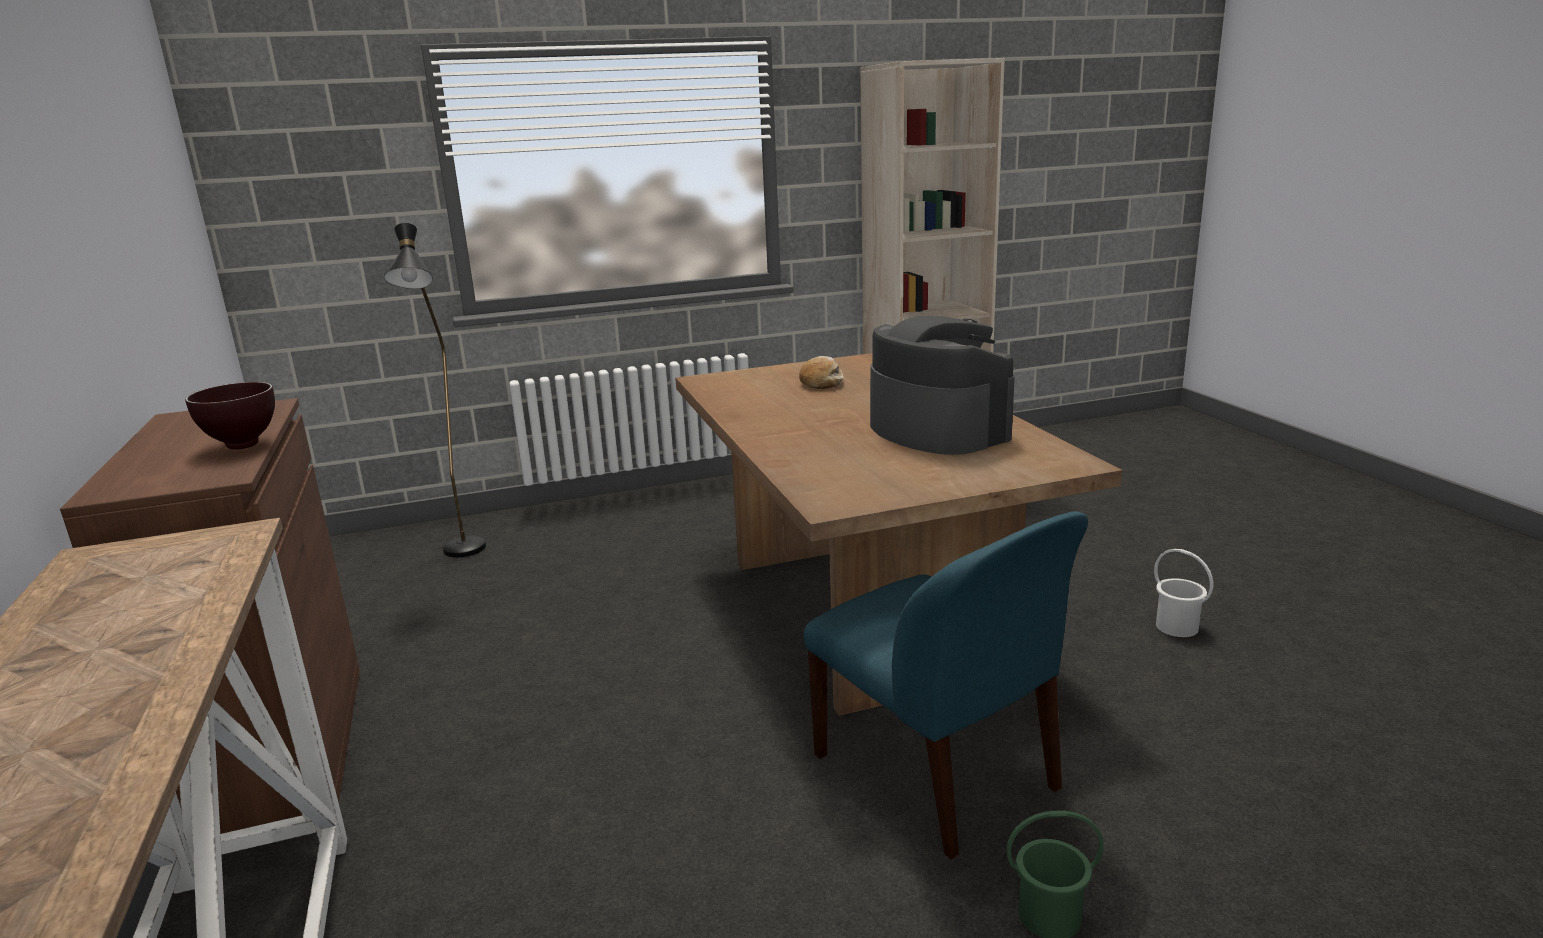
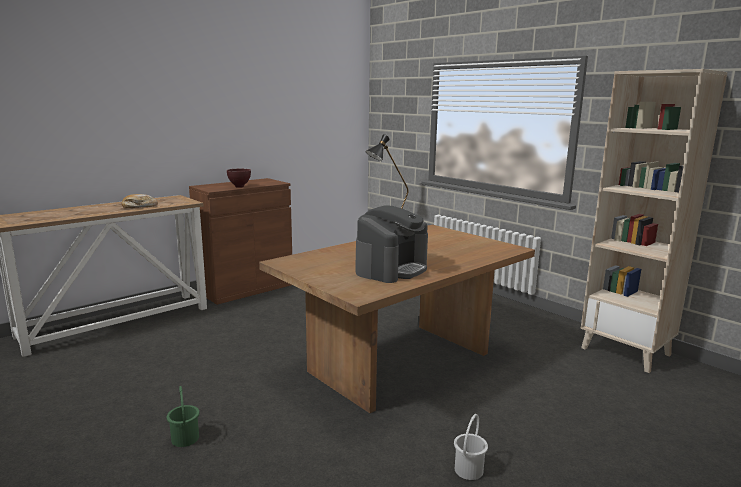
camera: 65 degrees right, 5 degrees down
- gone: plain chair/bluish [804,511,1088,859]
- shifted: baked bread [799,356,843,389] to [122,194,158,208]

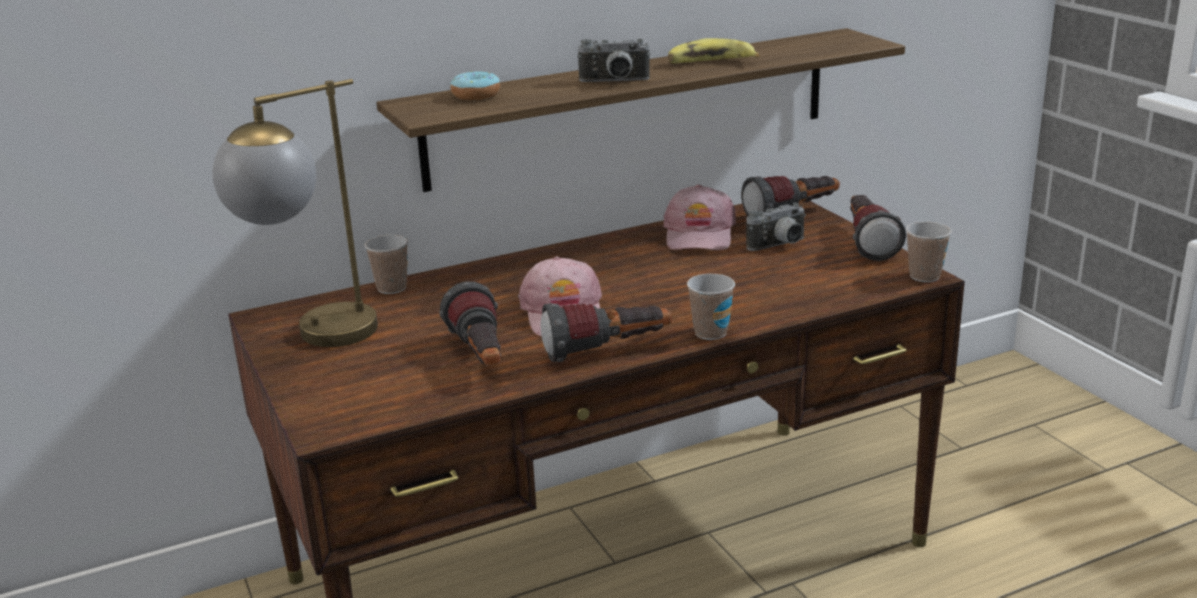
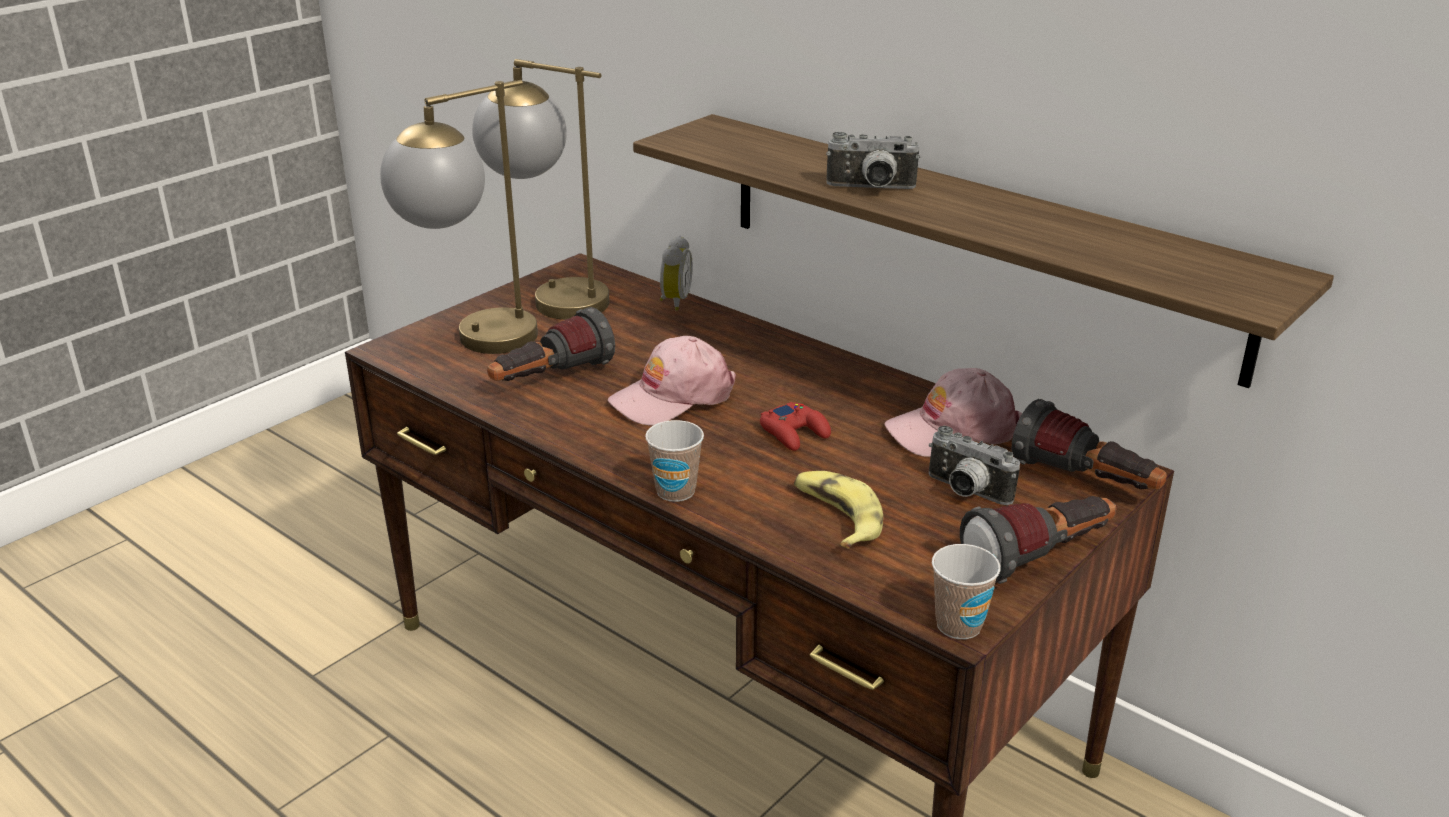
camera: 65 degrees right, 5 degrees up
- gone: donut [450,71,500,100]
- gone: flashlight [541,303,672,362]
- new: lamp for a table [380,80,538,354]
- new: joypad/red-coloured [760,402,831,451]
- shifted: whole banana [668,38,760,63] to [794,471,883,549]
- swapped: drinking cup [365,235,408,294] to table clock [660,236,693,311]
- rotated: still camera [577,39,651,82] = [826,132,920,189] 60 degrees counterclockwise

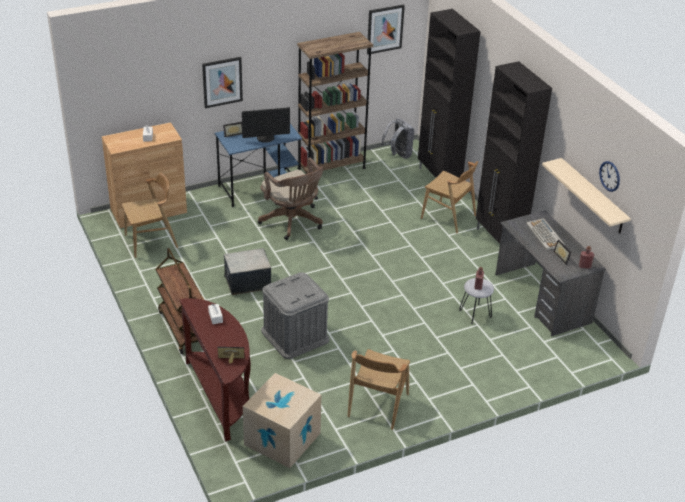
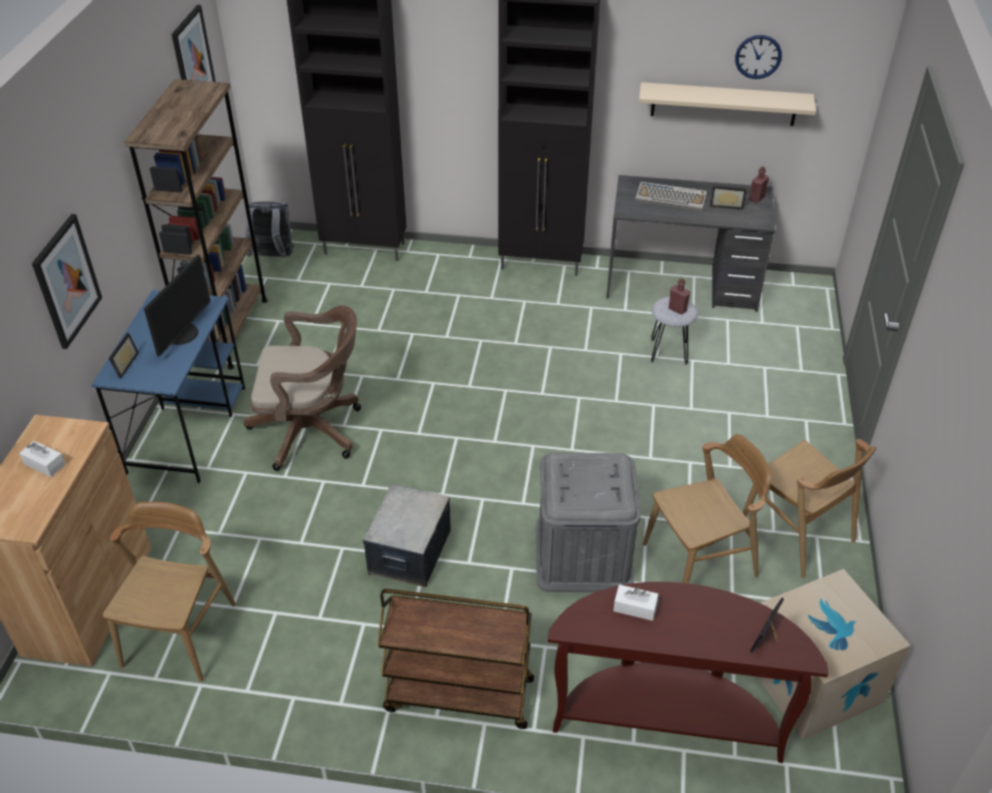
camera: 55 degrees left, 5 degrees up
- shifted: plain chair/brown-coloured [421,161,478,234] to [643,434,772,583]

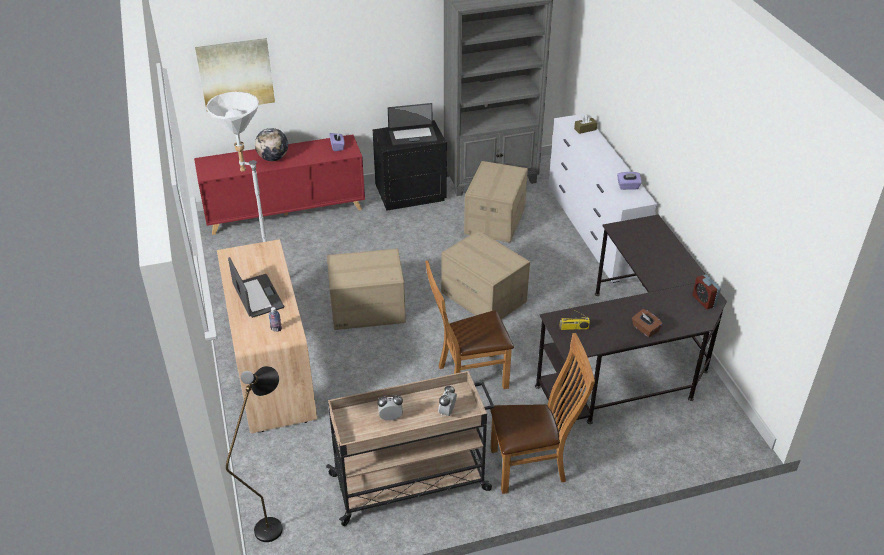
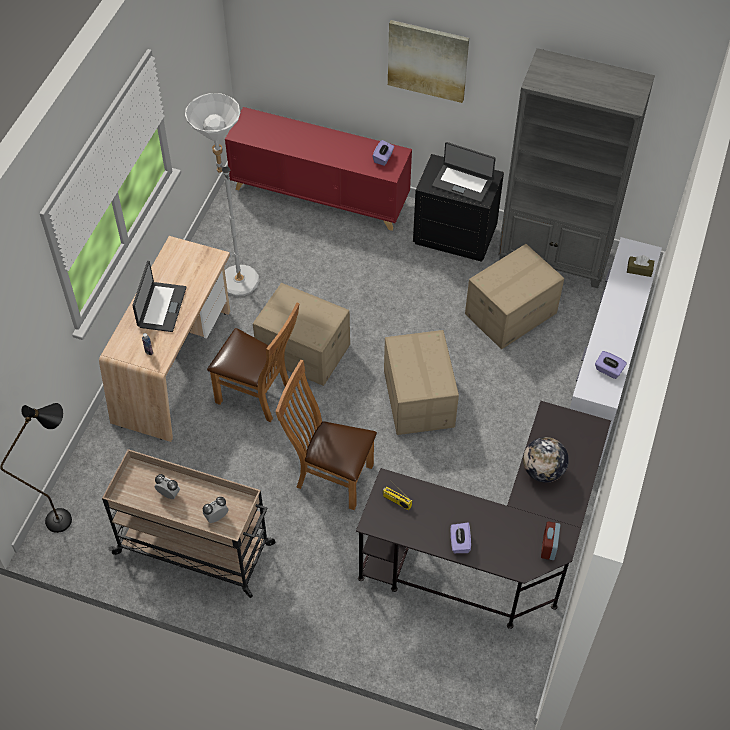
camera: 35 degrees right, 15 degrees up
- shifted: wall art [195,38,275,112] to [388,20,469,103]
- shifted: world globe [255,128,288,161] to [523,437,569,483]
- shifted: plain chair/brown-coloured [490,333,595,494] to [207,303,299,422]
- repainted: box of tissues/brown-coloured [632,309,662,337] to box of tissues/purple [451,523,471,553]

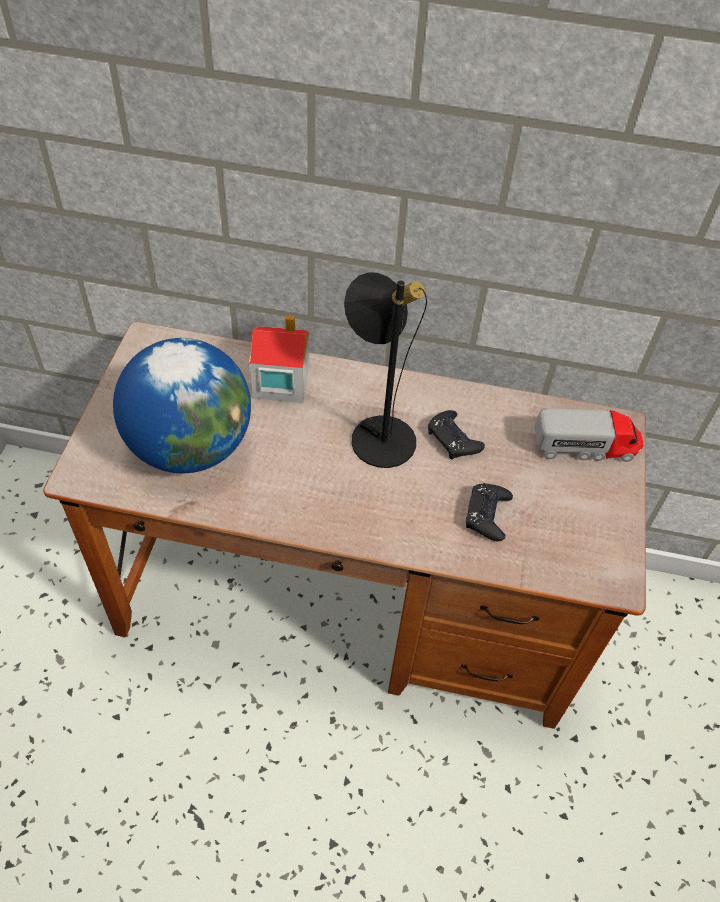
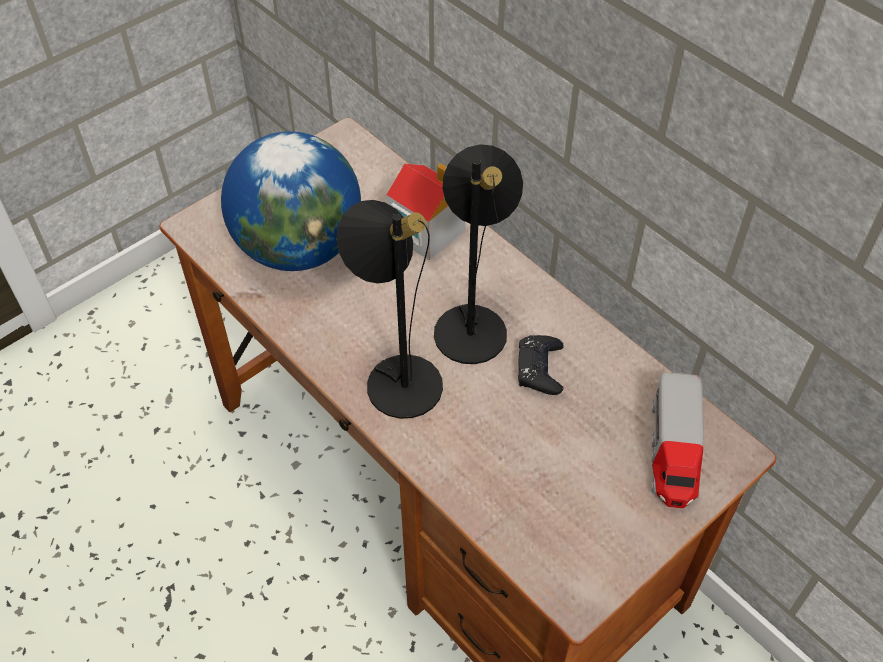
camera: 40 degrees right, 0 degrees up
- gone: joypad/black [466,483,513,541]
- new: lamp for a table/black [336,200,443,419]
- rotated: model truck [535,408,644,462] = [652,372,704,508] 60 degrees clockwise

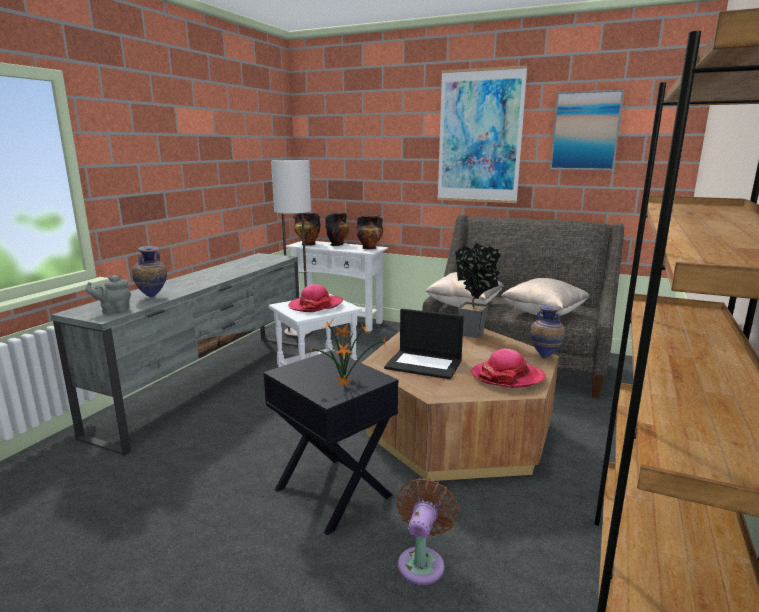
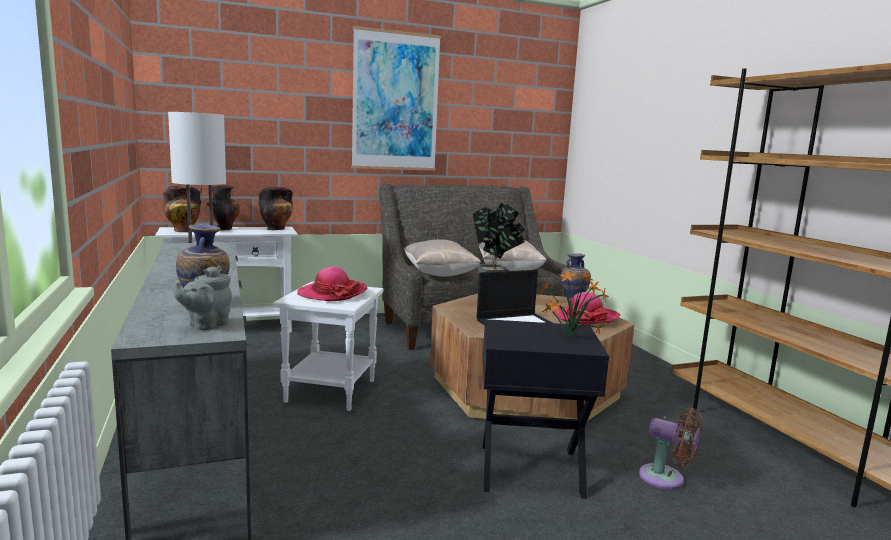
camera: 45 degrees left, 5 degrees down
- gone: wall art [550,90,624,170]
- rotated: electric fan/brown-coloured [397,478,459,585] = [639,408,702,490] 150 degrees clockwise

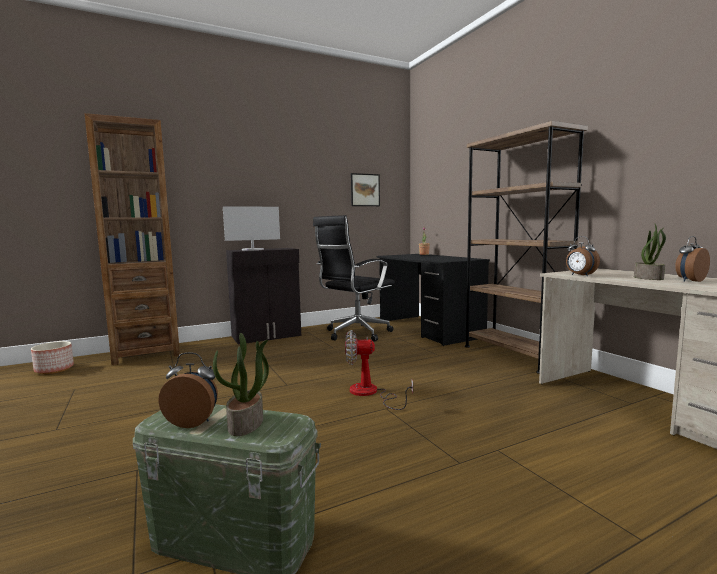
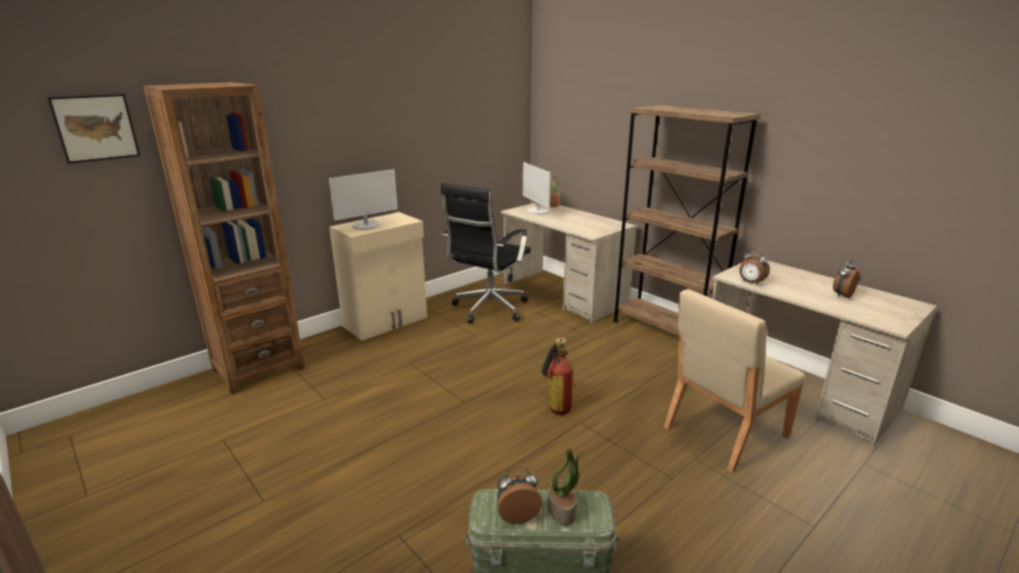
camera: 15 degrees left, 15 degrees up
- gone: flower pot [31,341,74,374]
- gone: houseplant [634,224,666,280]
- new: computer screen [523,162,551,214]
- new: plain chair/sand-coloured [664,289,805,473]
- shifted: wall art [351,173,380,206] to [47,94,140,164]
- swapped: electric fan [345,330,413,410] to fire extinguisher [541,338,573,415]
- repainted: storage cabinet/black [226,248,301,345] to storage cabinet/sand-coloured [329,212,427,341]
- repainted: desk table/black [377,254,490,346] to desk table/sand-coloured [501,203,638,323]

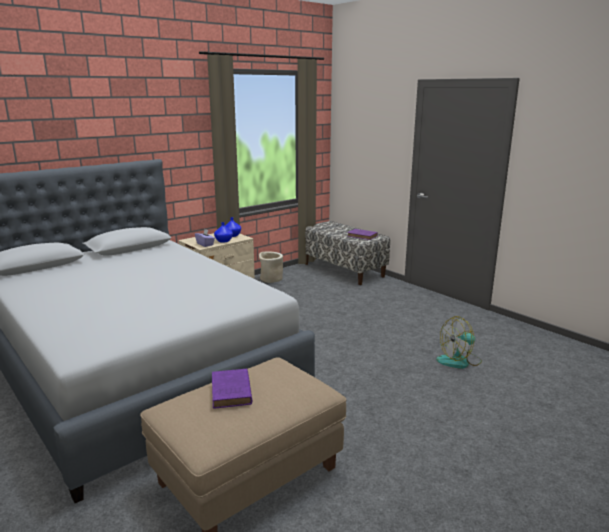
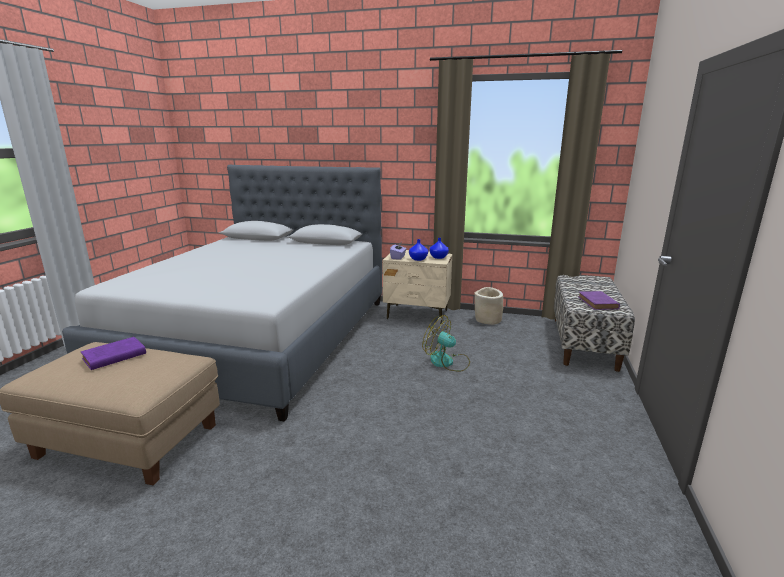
camera: 55 degrees right, 0 degrees up
- shifted: electric fan [436,316,482,369] to [422,315,470,372]

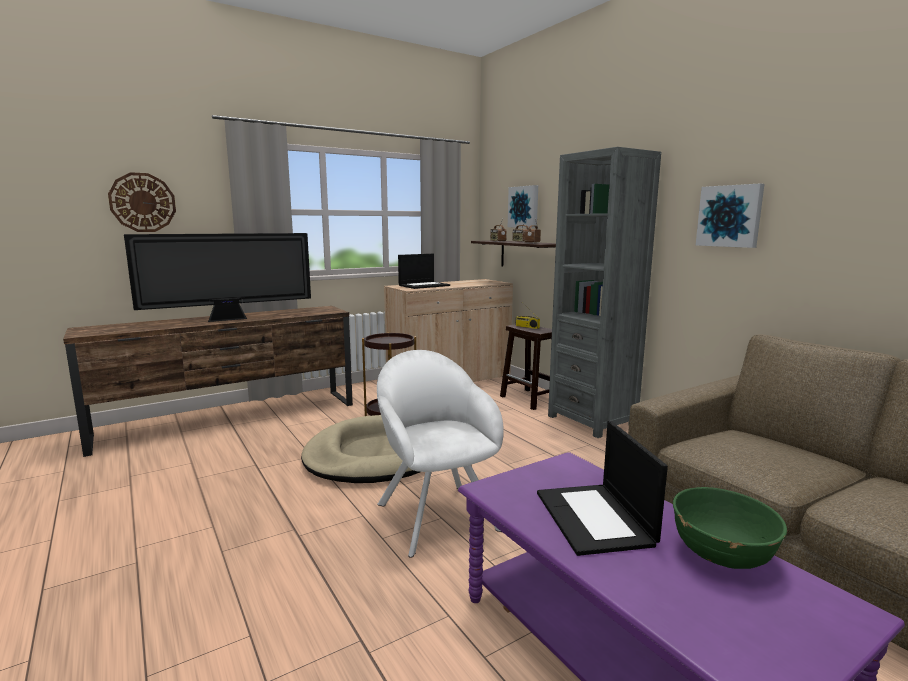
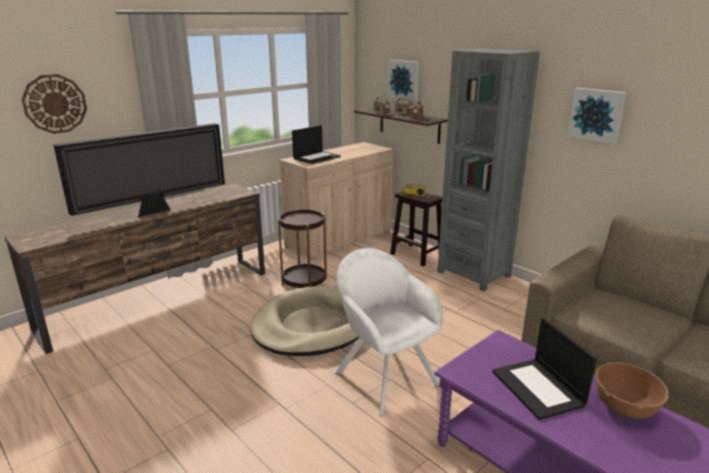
camera: 10 degrees left, 10 degrees up
- repainted: deep dish/green-coloured [673,487,787,569] to deep dish/brown-coloured [596,363,669,419]

